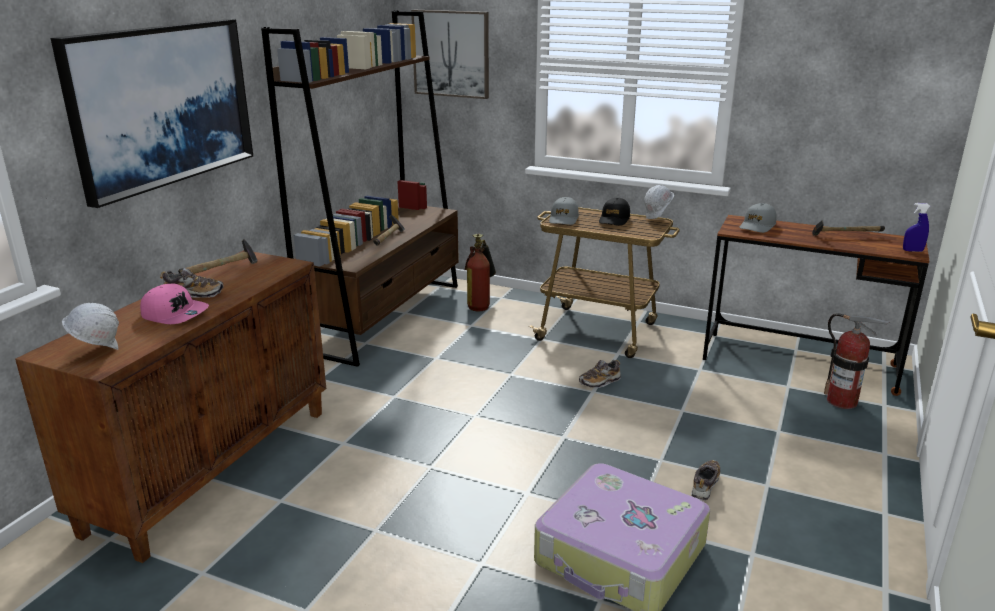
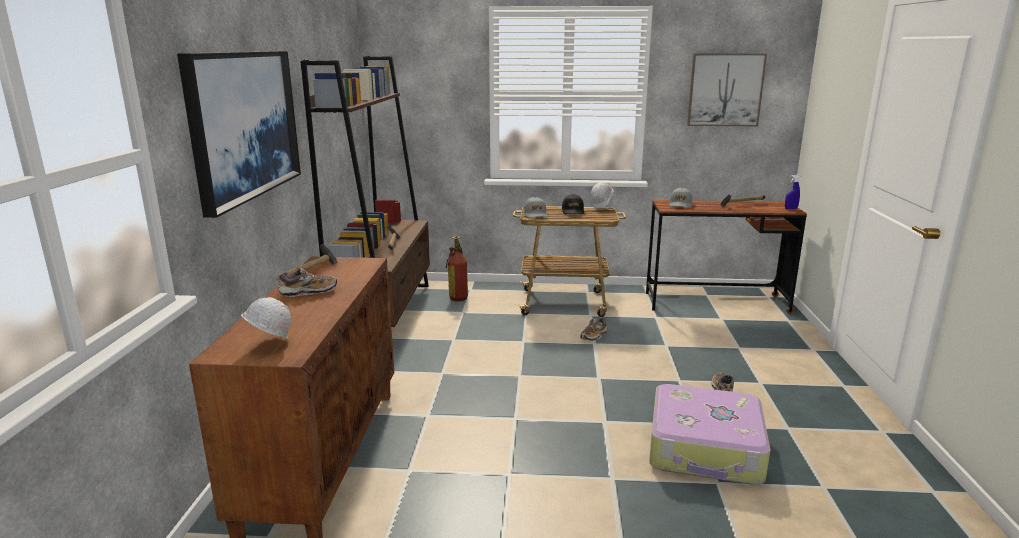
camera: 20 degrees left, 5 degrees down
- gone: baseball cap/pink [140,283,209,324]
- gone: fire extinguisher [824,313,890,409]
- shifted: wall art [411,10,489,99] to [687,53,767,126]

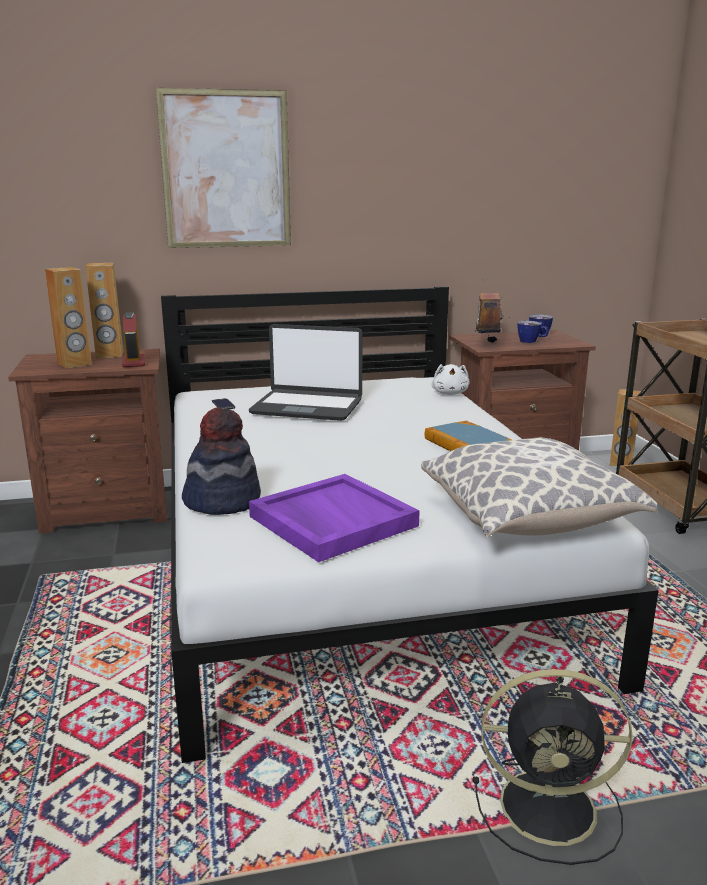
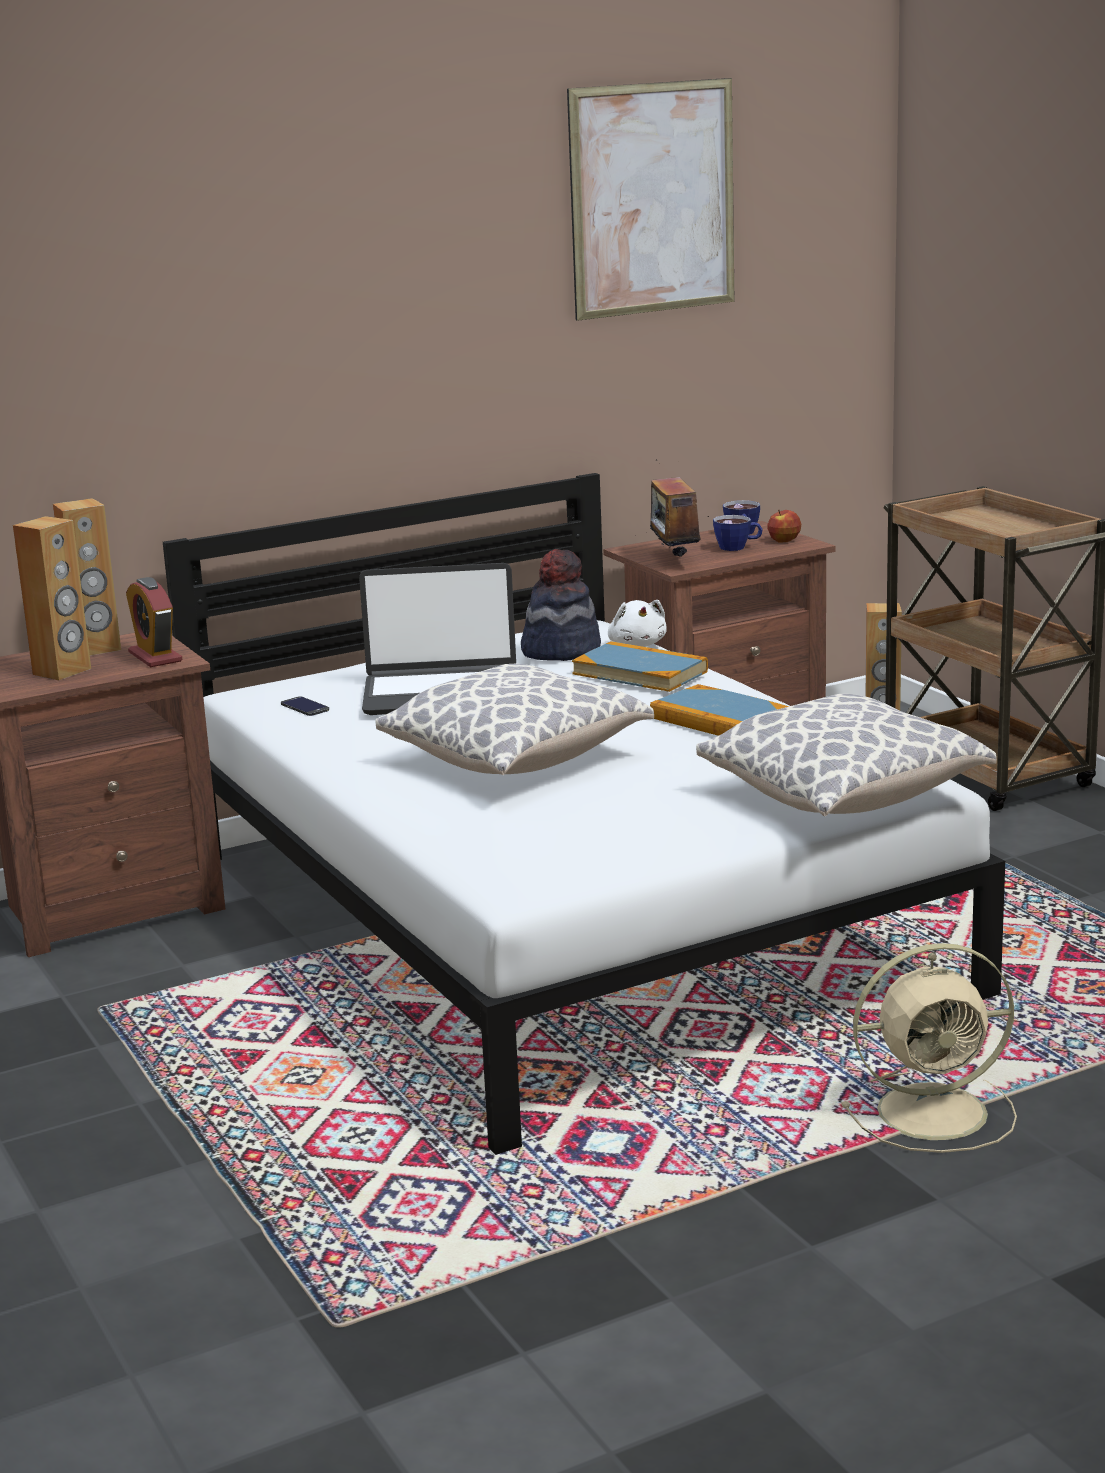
camera: 15 degrees left, 0 degrees up
- gone: serving tray/purple [249,474,420,562]
- new: cushion [375,664,654,775]
- new: volume [572,641,708,692]
- new: whole apple [768,510,801,542]
- shifted: wall art [156,88,291,248] to [567,78,734,321]
- shifted: hat [182,407,261,515] to [521,549,601,661]
- repainted: electric fan/black [473,669,633,865] to electric fan/sand-coloured [841,943,1017,1153]

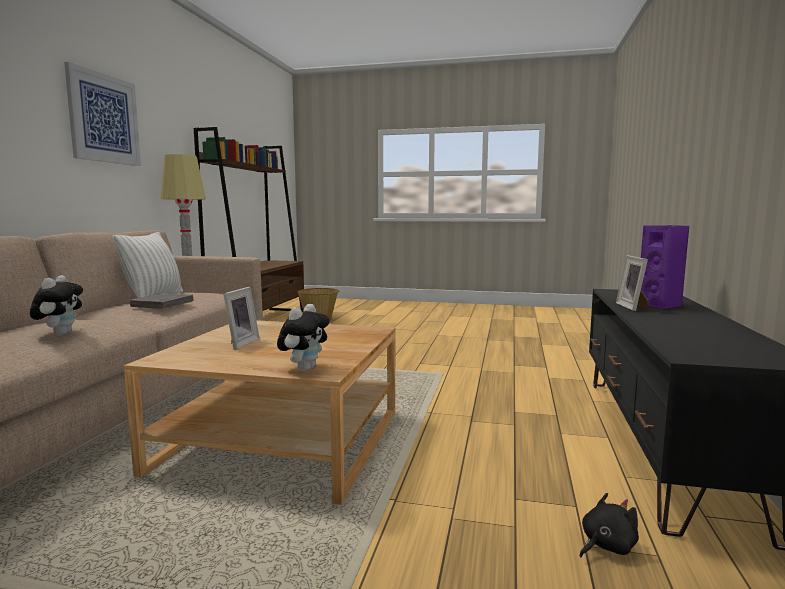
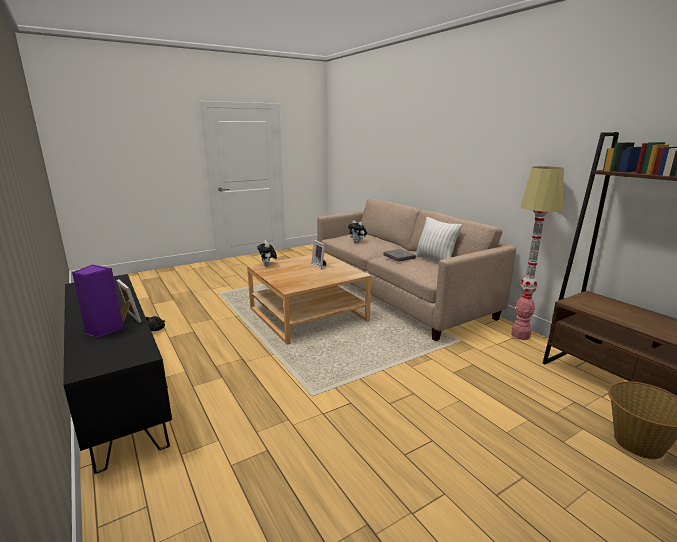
camera: 135 degrees right, 10 degrees up
- gone: wall art [64,62,141,166]

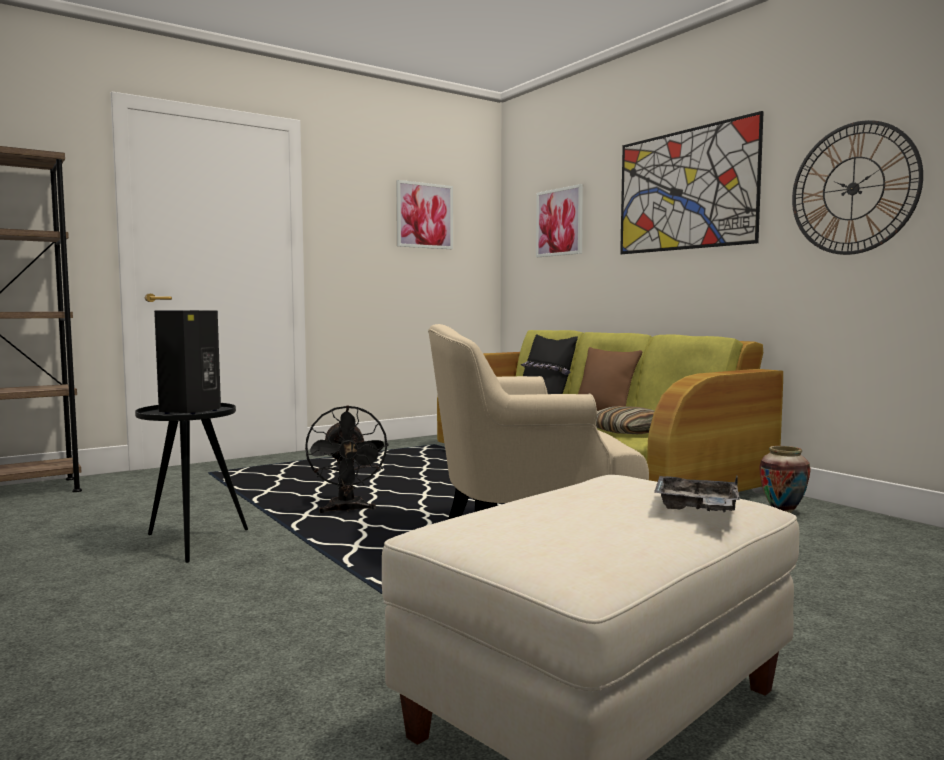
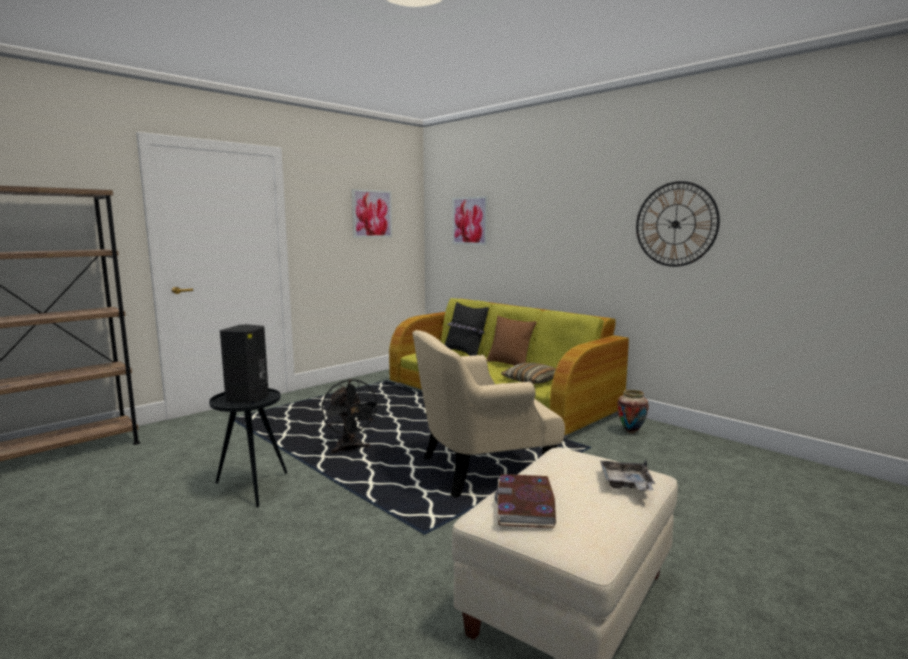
camera: 10 degrees left, 5 degrees up
- gone: wall art [620,111,764,254]
- new: volume [495,474,556,528]

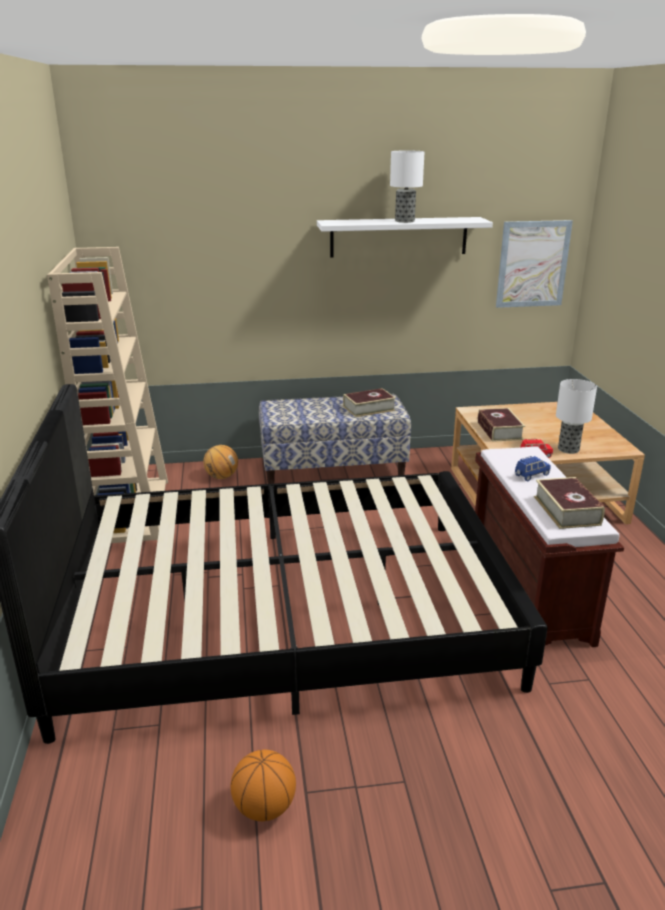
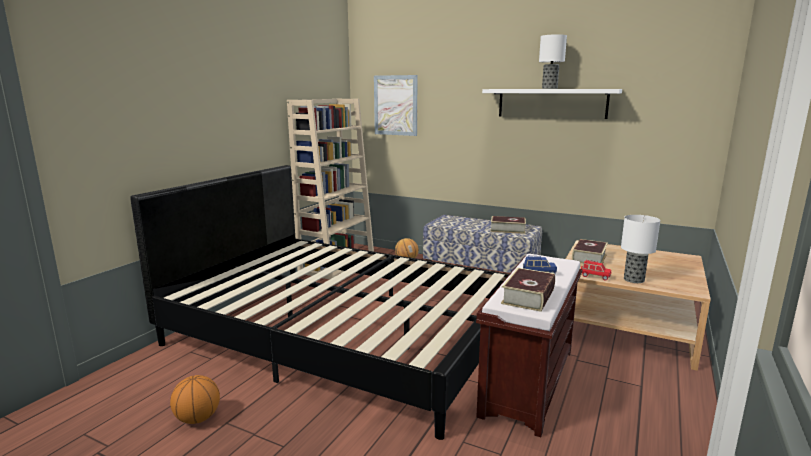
camera: 35 degrees right, 10 degrees down
- shifted: wall art [496,220,573,308] to [374,75,417,136]

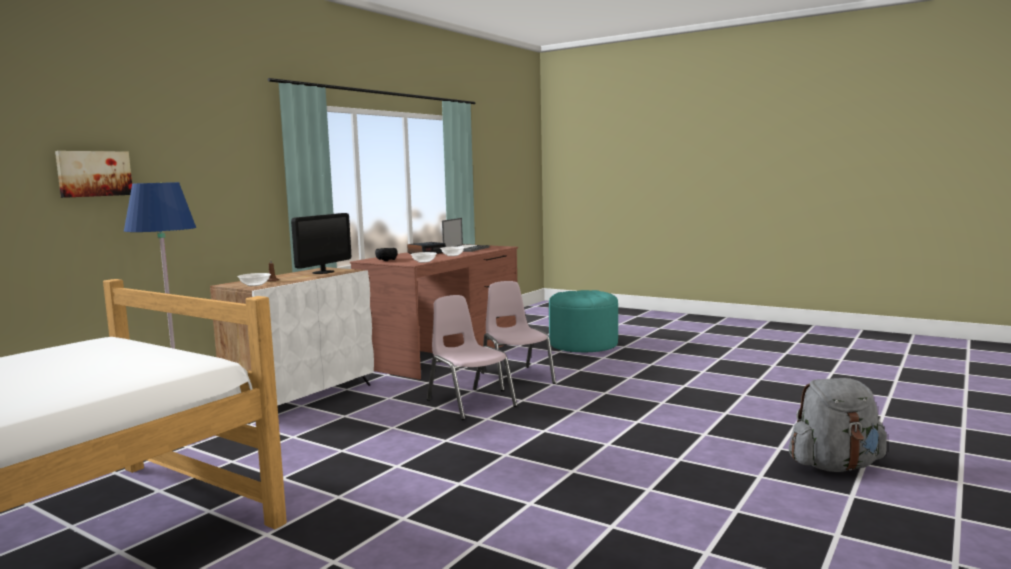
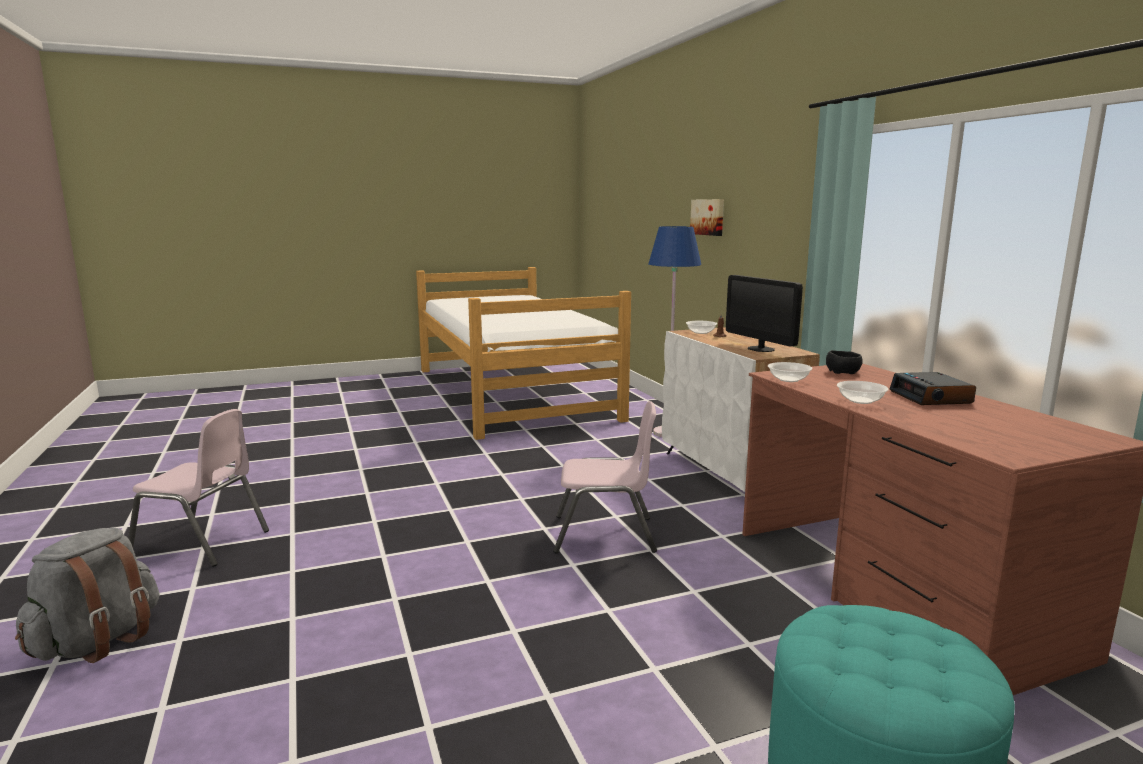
camera: 125 degrees right, 5 degrees up
- gone: notebook computer [442,218,490,252]
- shifted: plain chair/pink [481,281,556,391] to [128,409,269,567]

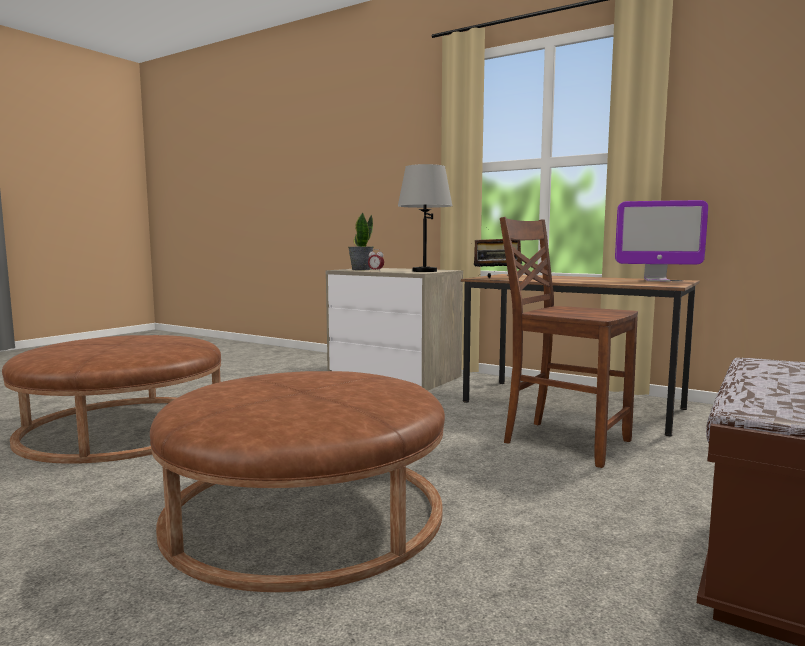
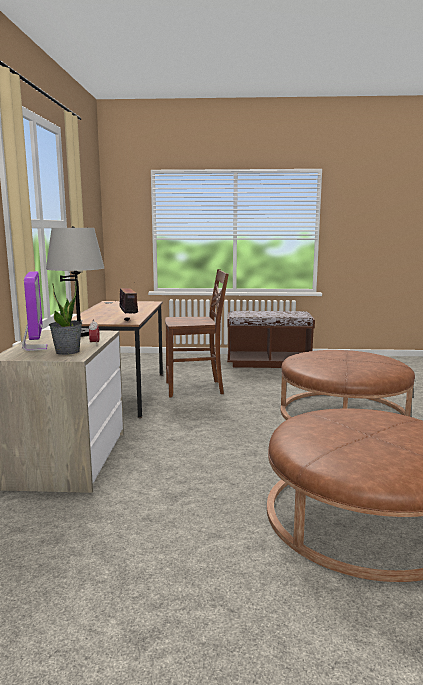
camera: 120 degrees left, 5 degrees up
- shifted: computer screen [615,200,708,281] to [22,271,47,351]
- rotated: plain chair/brown-coloured [500,217,638,468] = [165,269,229,397] 105 degrees counterclockwise

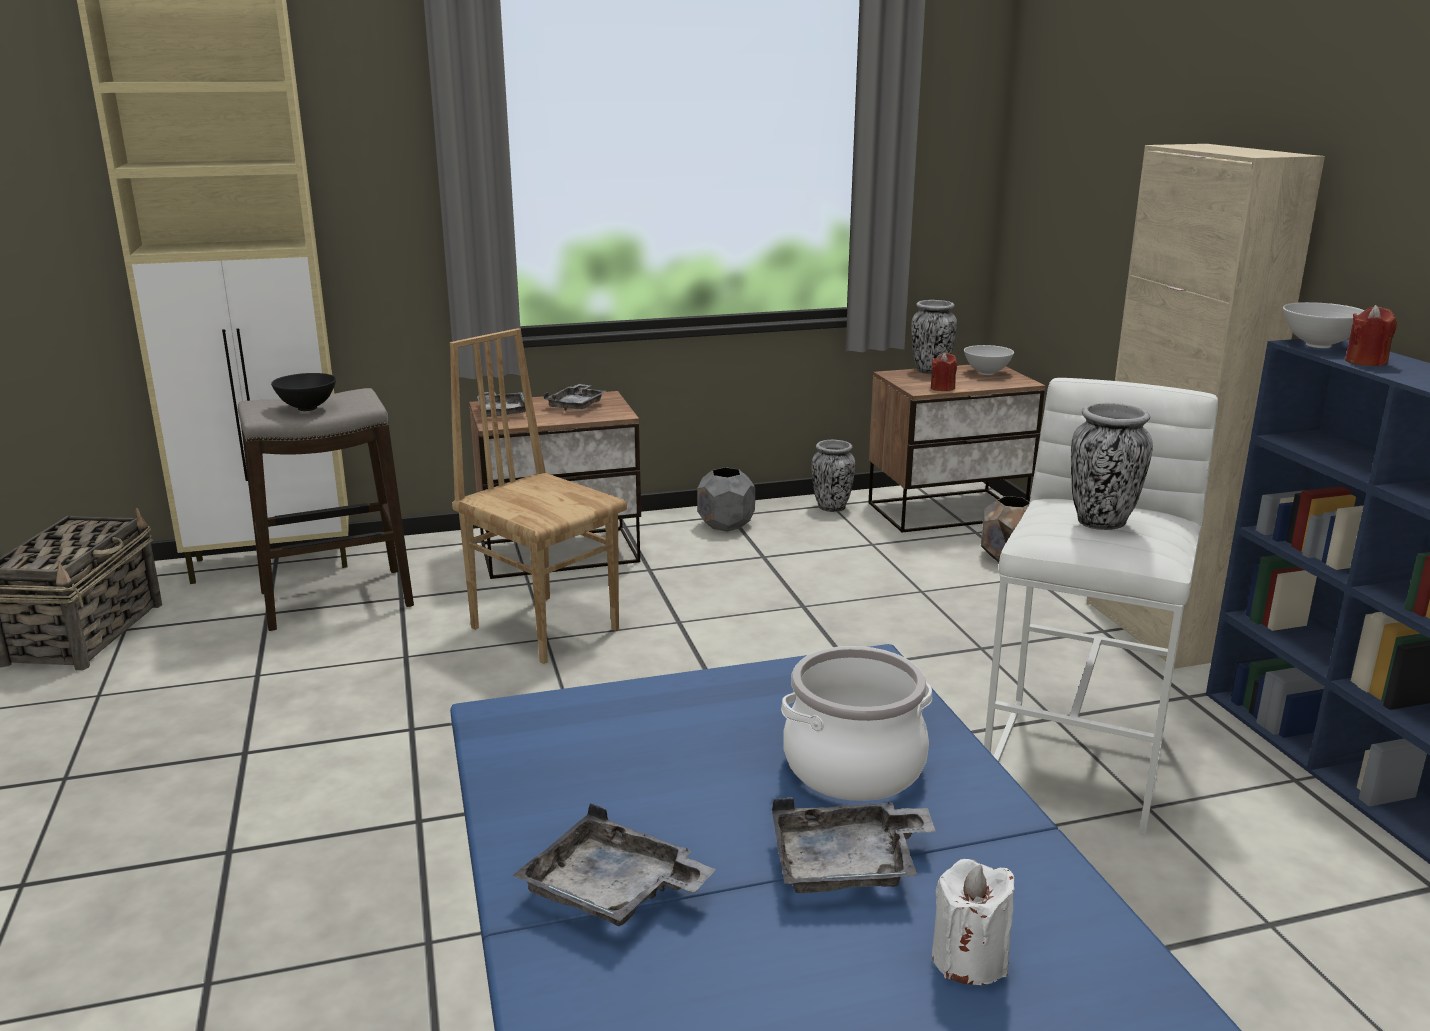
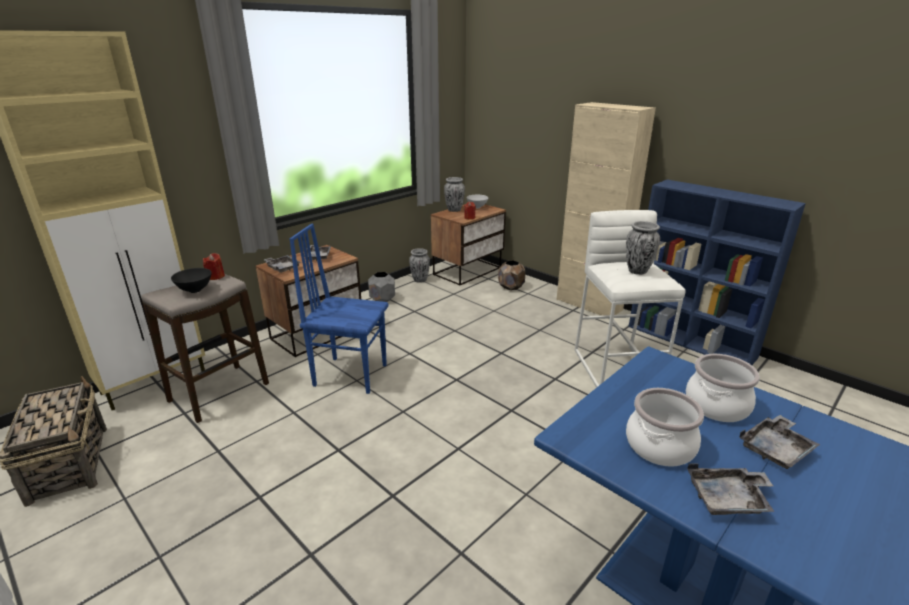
camera: 30 degrees left, 5 degrees up
- gone: candle/whitish [932,859,1014,985]
- gone: deep dish/whitish [1283,302,1364,348]
- new: cooking pot [626,388,704,467]
- shifted: candle/red-coloured [1345,305,1397,366] to [203,253,225,280]
- repainted: plain chair/brown-coloured [450,328,627,664] to plain chair/bluish [290,224,388,394]

